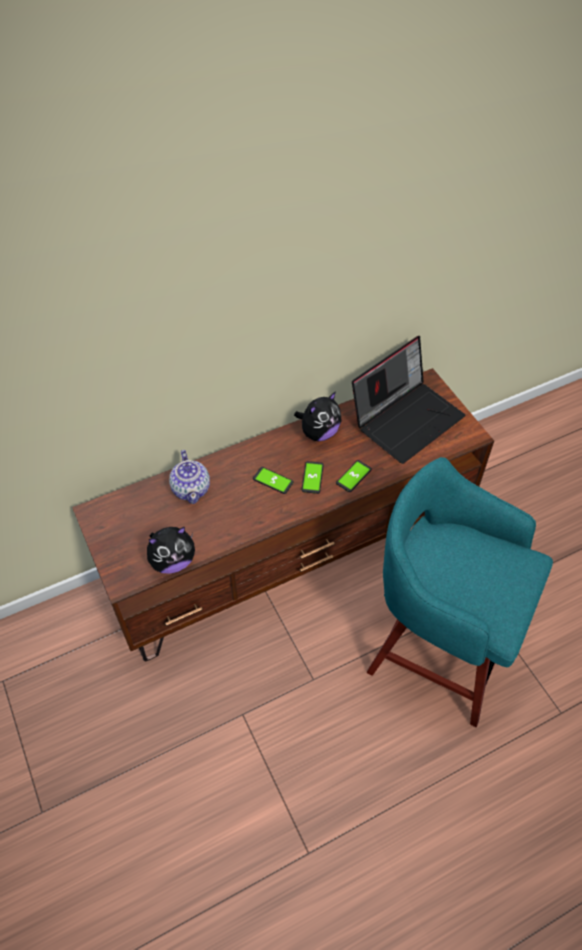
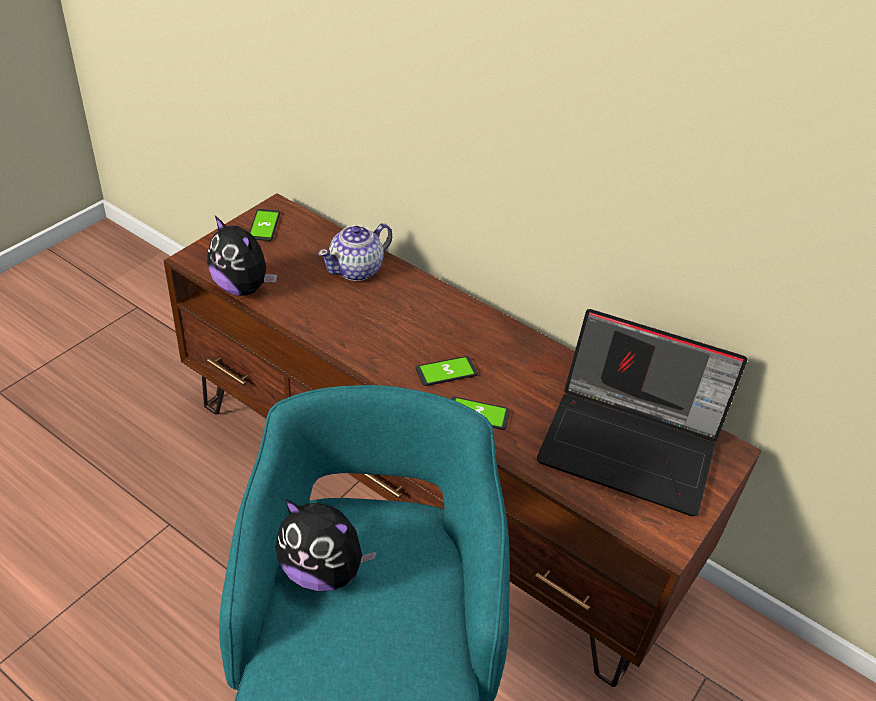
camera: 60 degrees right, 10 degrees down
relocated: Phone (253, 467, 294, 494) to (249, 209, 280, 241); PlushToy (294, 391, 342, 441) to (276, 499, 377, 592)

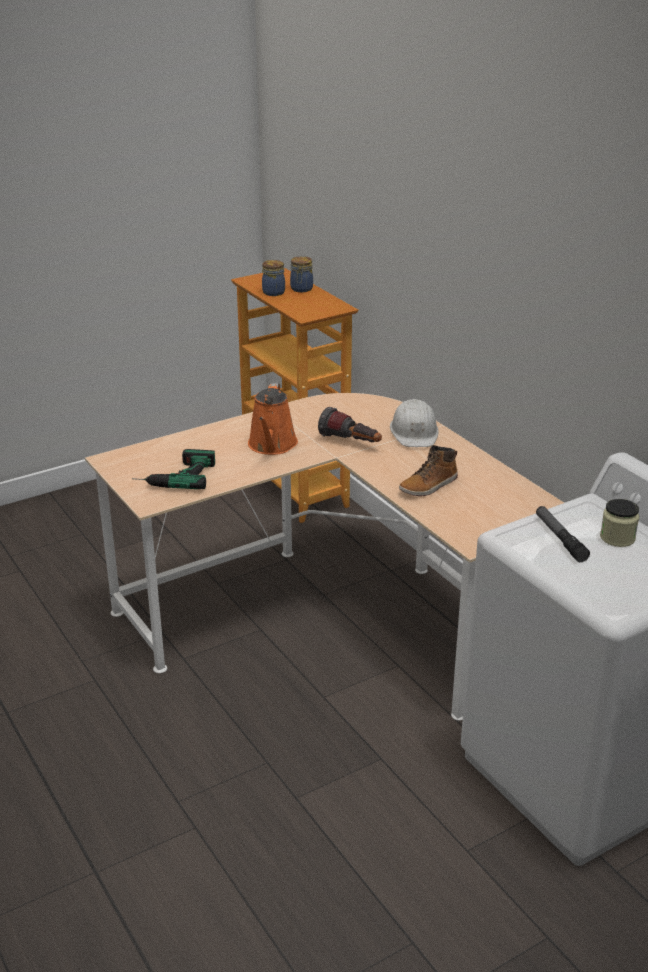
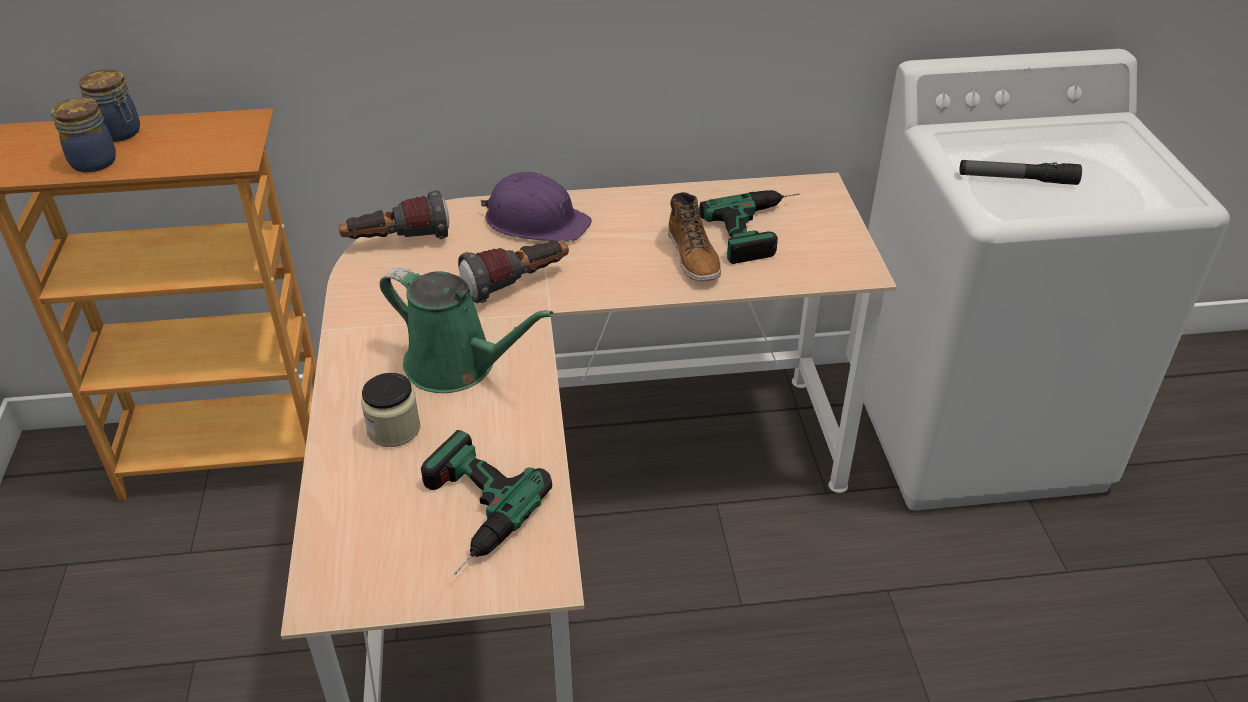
camera: 65 degrees left, 10 degrees up
appeared: Flashlight (339, 190, 449, 239); PowerDrill (699, 190, 801, 264)
relocated: Jar (600, 499, 639, 547) to (361, 373, 421, 447)
colour: OrangeWateringCan (248, 383, 298, 455) to GreenWateringCan (380, 267, 554, 393); WhiteHardHat (390, 399, 439, 447) to PurpleHardHat (480, 172, 592, 242)

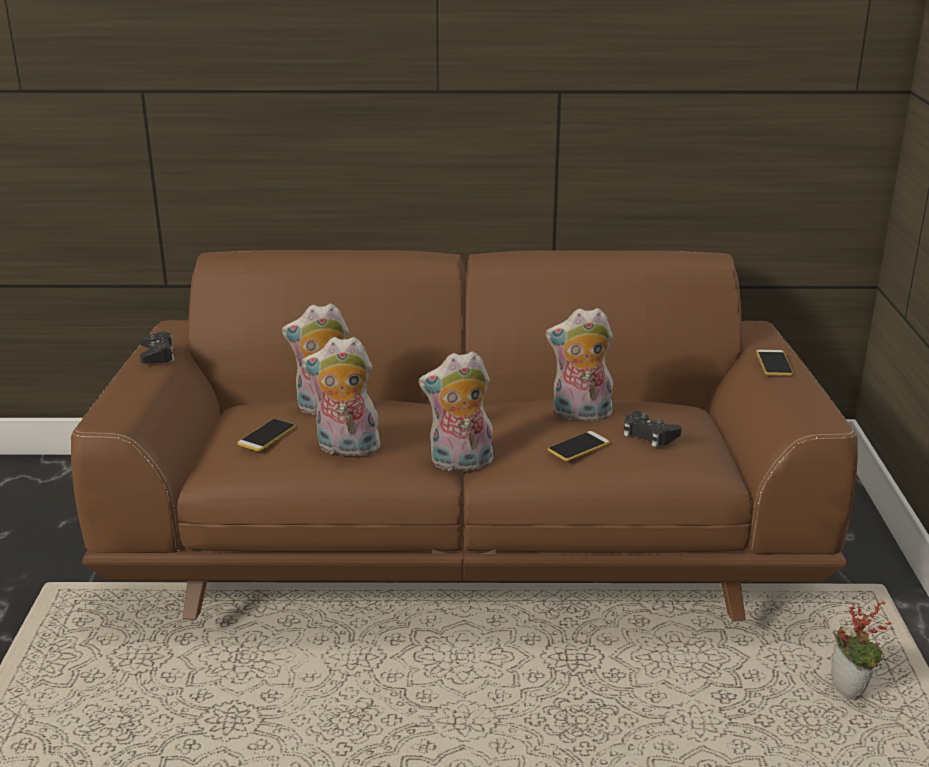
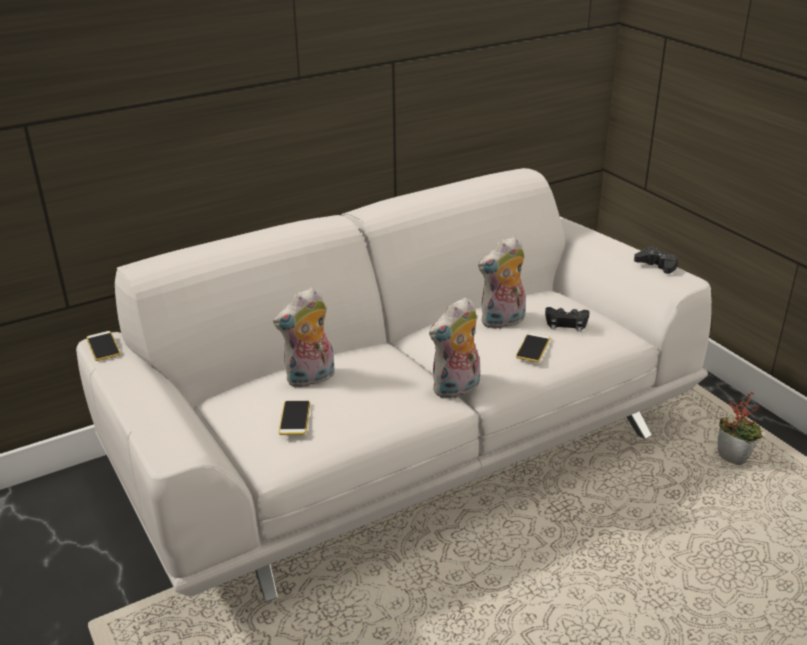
camera: 30 degrees left, 5 degrees up
missing: PlushToy (302, 337, 384, 456)
relocated: BlackGameController (140, 332, 175, 364) to (634, 247, 678, 274); Phone (756, 350, 794, 376) to (86, 331, 121, 361)
colour: BrownSofa (71, 250, 858, 621) to WhiteSofa (76, 168, 712, 602)

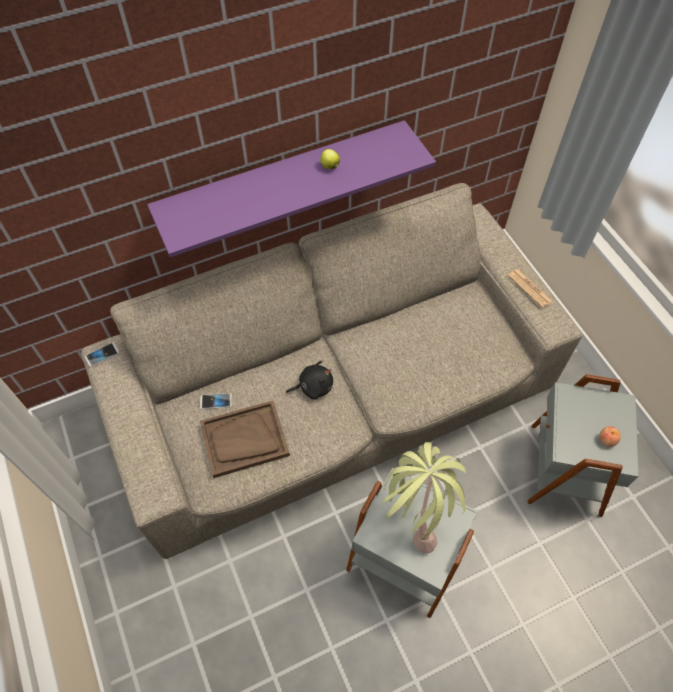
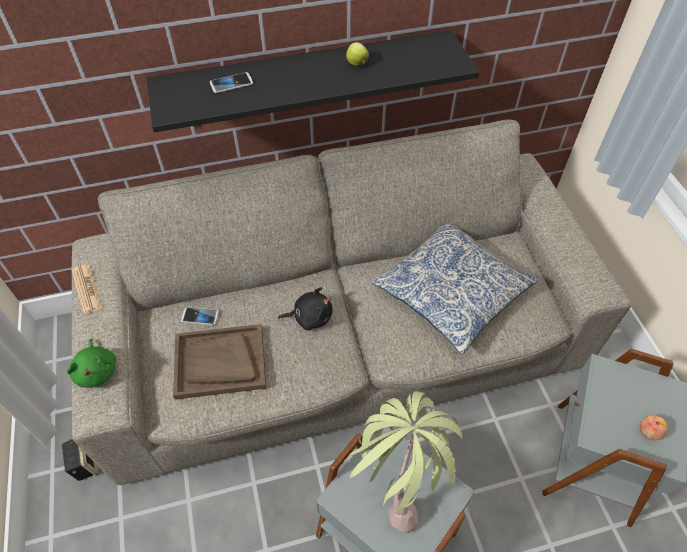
camera: 10 degrees right, 5 degrees down
appeared: Speaker (61, 439, 99, 481); GreenPlushToy (67, 339, 116, 388); Pillow (371, 223, 539, 354)
relocated: Phone (85, 343, 119, 367) to (210, 72, 253, 93); Newspaper (508, 269, 552, 308) to (71, 264, 102, 314)
colour: PurpleShelf (147, 120, 436, 257) to BlackShelf (146, 30, 480, 133)

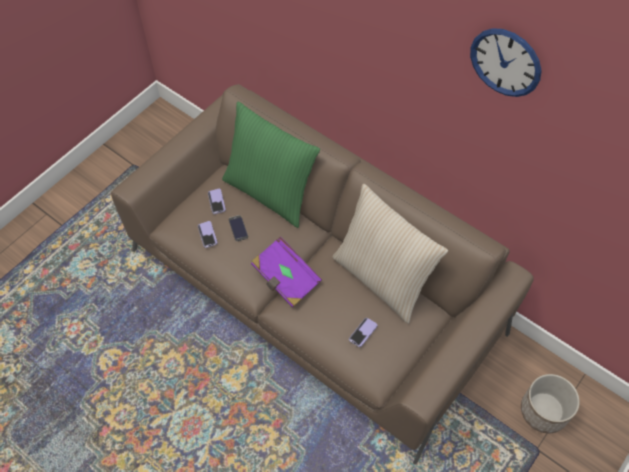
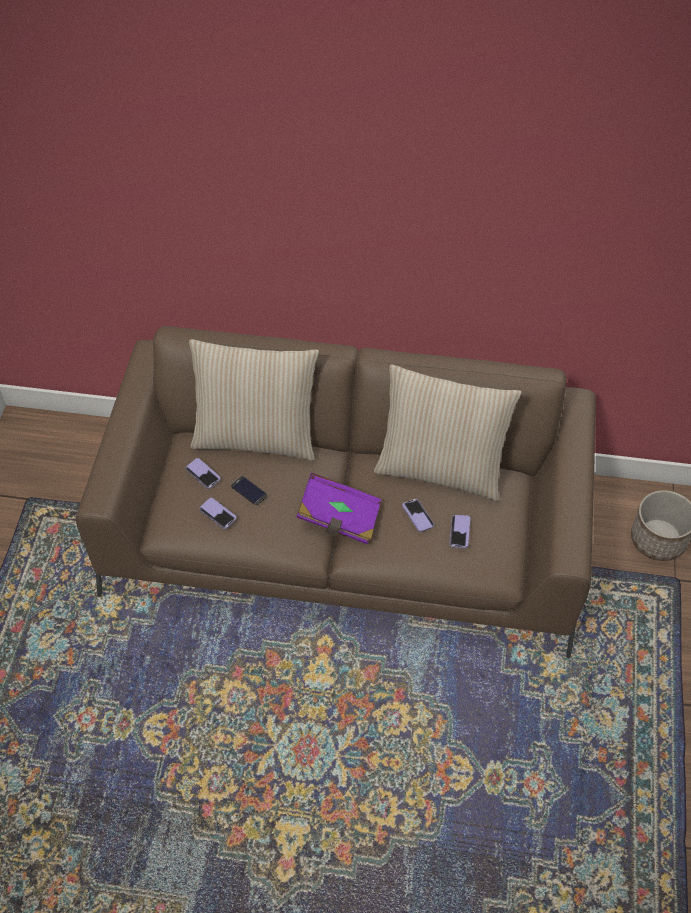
camera: 30 degrees left, 5 degrees down
missing: WallClock (470, 28, 542, 97)
appeared: Phone (402, 499, 434, 532)
colour: GreenPillow (222, 102, 320, 228) to BeigePillow (189, 339, 319, 461)

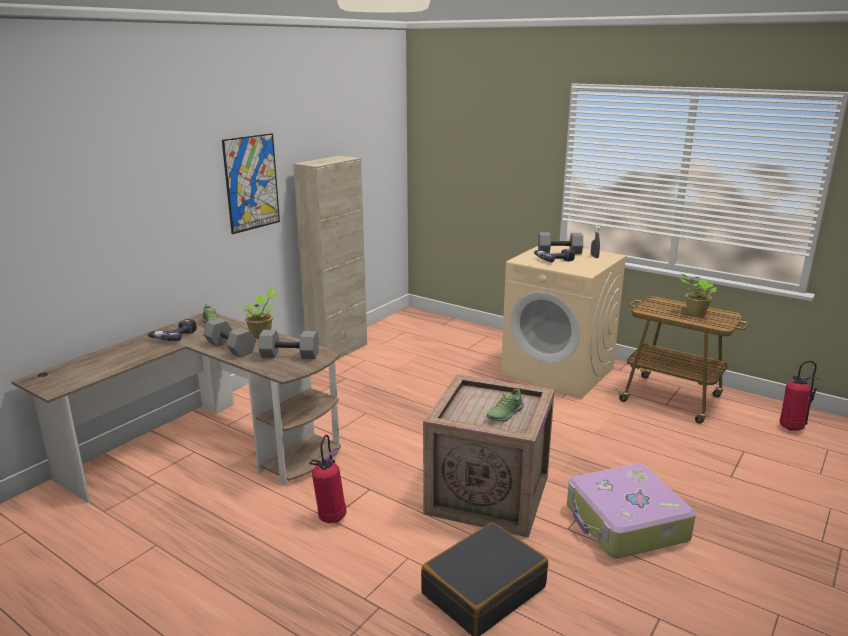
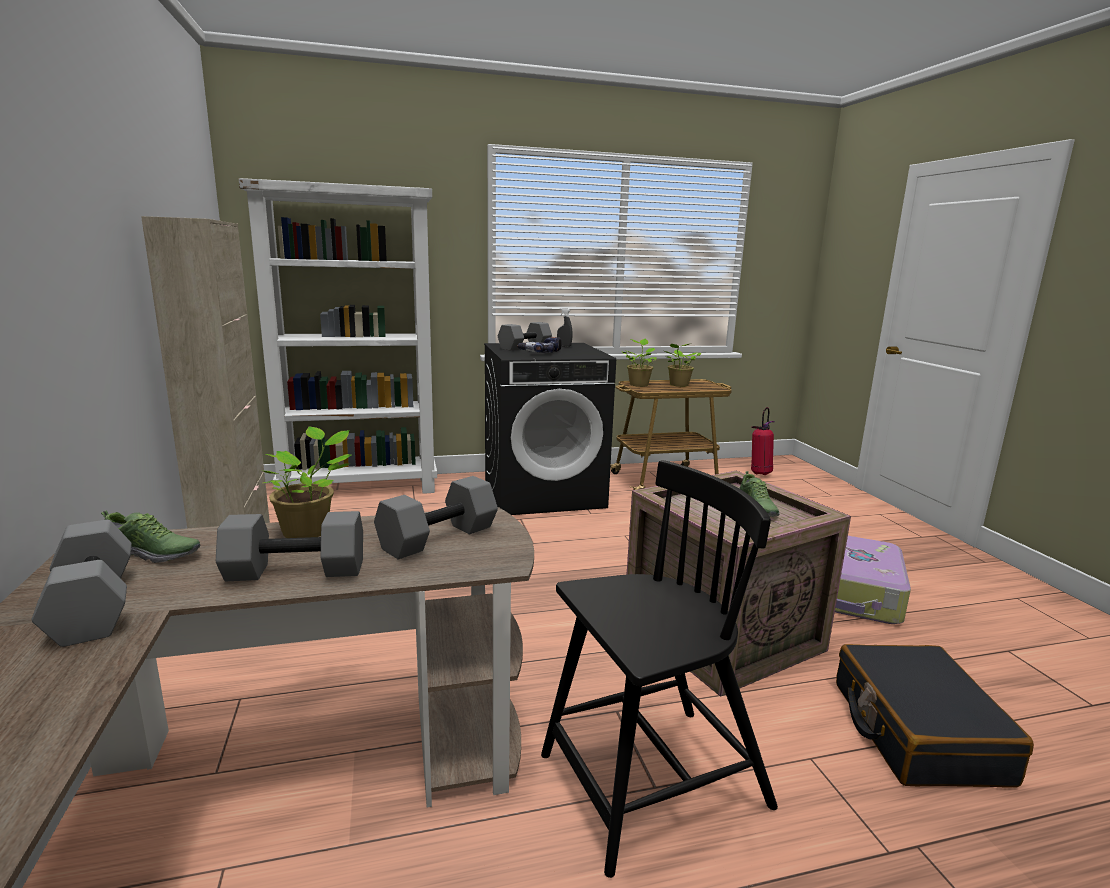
camera: 50 degrees left, 5 degrees down
missing: Picture (222, 133, 280, 234)
appeared: WhiteBookcase (239, 178, 437, 494); PottedPlant (621, 339, 657, 387)
exchanged: PowerDrill (148, 319, 197, 341) to GreyDumbbell (32, 520, 132, 647); FireExtinguisher (309, 435, 347, 523) to BlackChair (541, 460, 778, 878)
colour: BeigeWashingMachine (501, 246, 627, 399) to BlackWashingMachine (484, 343, 616, 515)

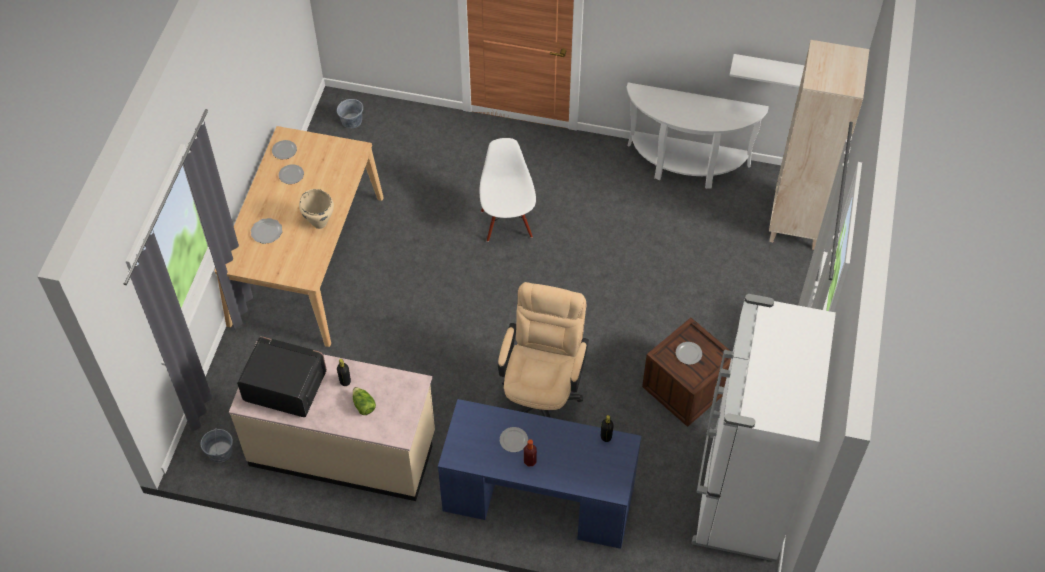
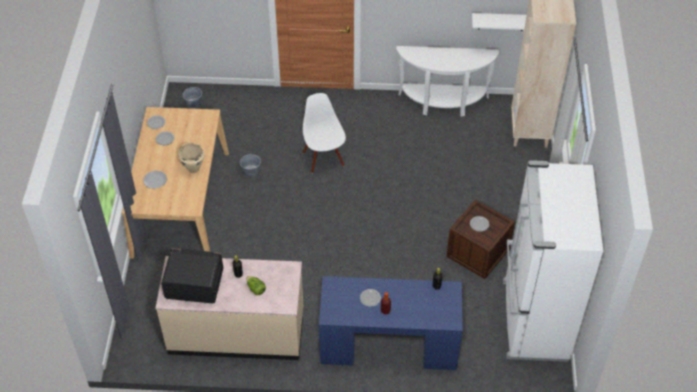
camera: 10 degrees left, 5 degrees down
missing: BeigeOfficeChair (498, 282, 589, 418)
relocated: GreyBucket (201, 429, 233, 463) to (240, 152, 261, 177)

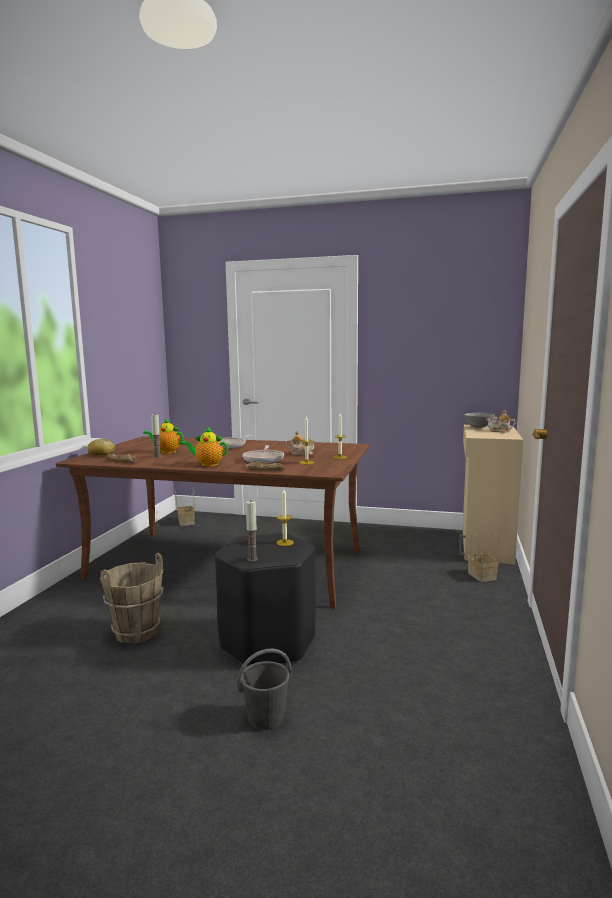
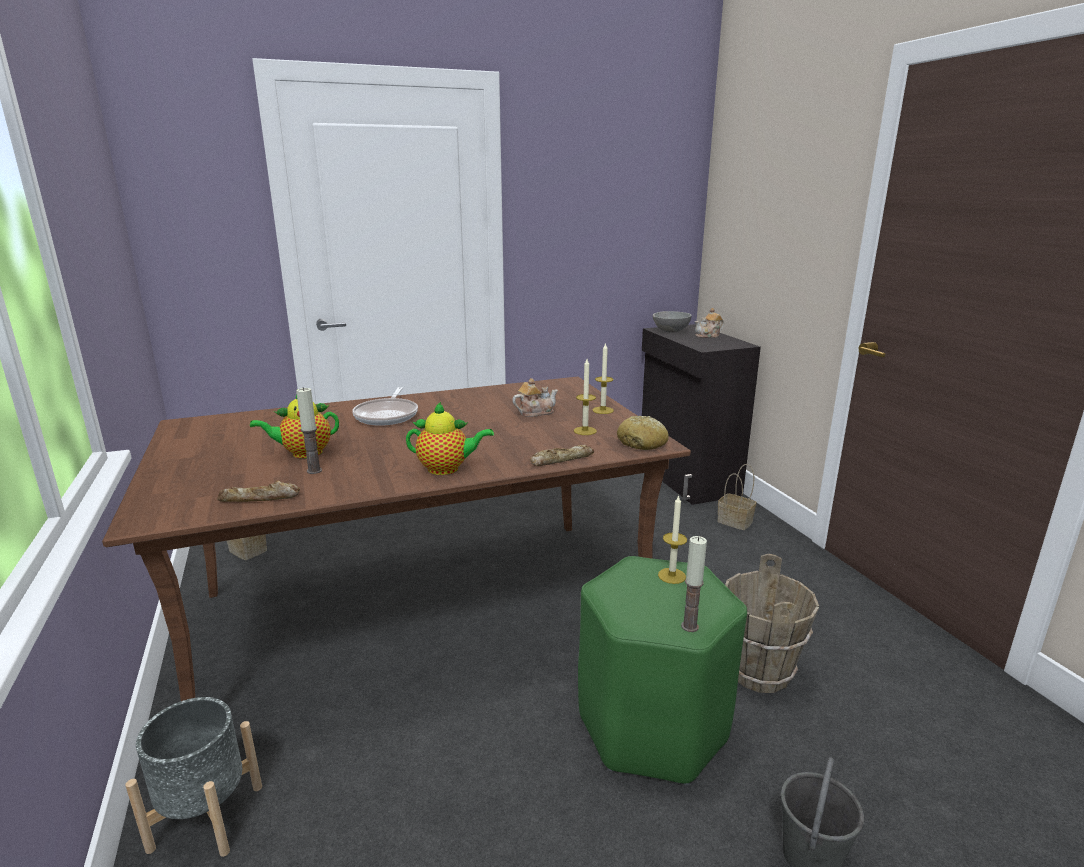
camera: 35 degrees left, 10 degrees up
missing: FryingPan (243, 445, 284, 463)
appeared: GreyPlanter (125, 697, 262, 857)
relocated: Bread (88, 439, 115, 455) to (617, 416, 669, 450); BrownBucket (100, 553, 163, 644) to (725, 554, 819, 693)
colour: BlackStool (215, 533, 316, 666) to GreenStool (578, 556, 747, 785); BeigeCabinet (459, 425, 523, 565) to BlackCabinet (642, 324, 761, 505)
spun: Teapot (181, 426, 228, 466) = (406, 402, 494, 475) 150 degrees counterclockwise

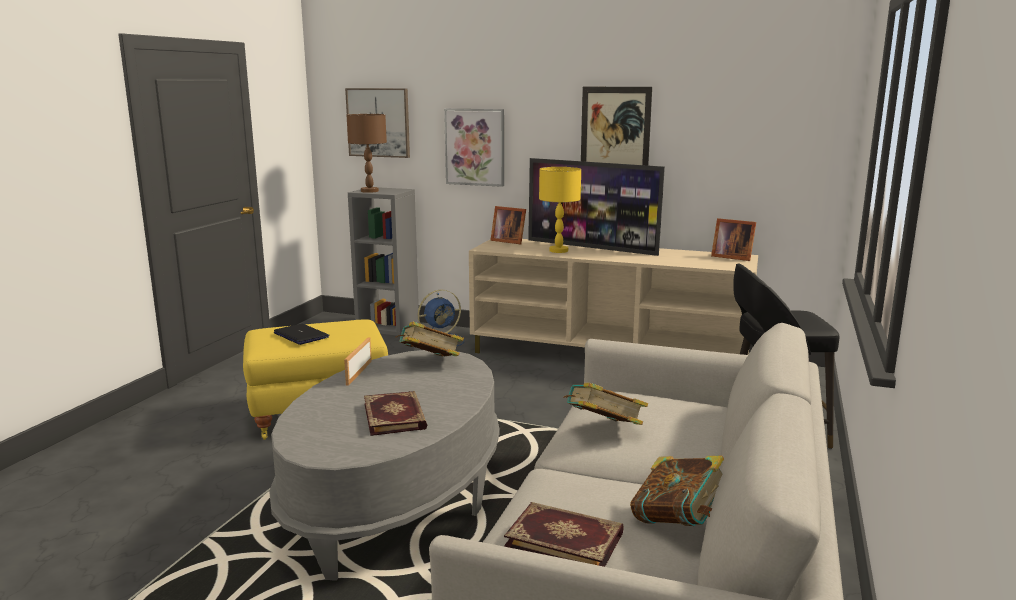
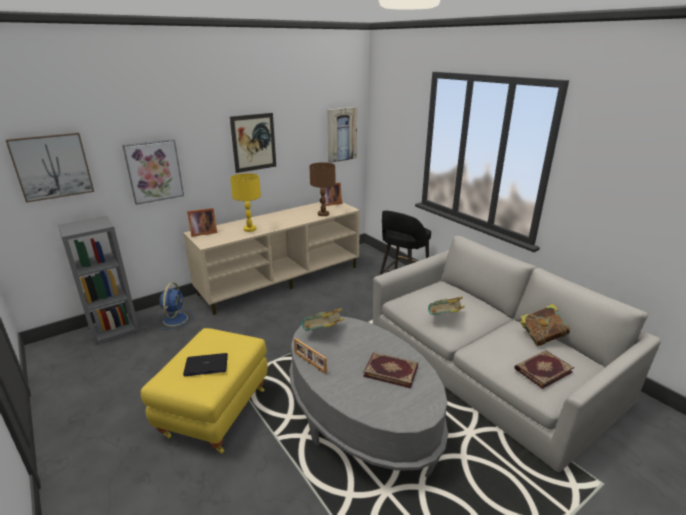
camera: 55 degrees left, 10 degrees up
missing: Television (528, 158, 665, 256)
appeared: Picture (327, 107, 357, 163)
relocated: BrownTableLamp (347, 114, 387, 193) to (309, 162, 336, 216)

